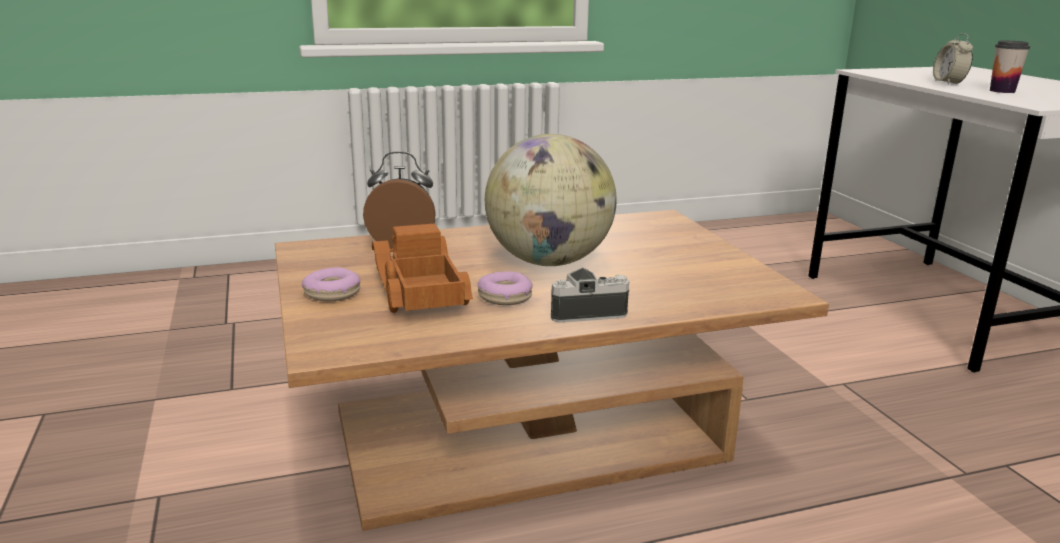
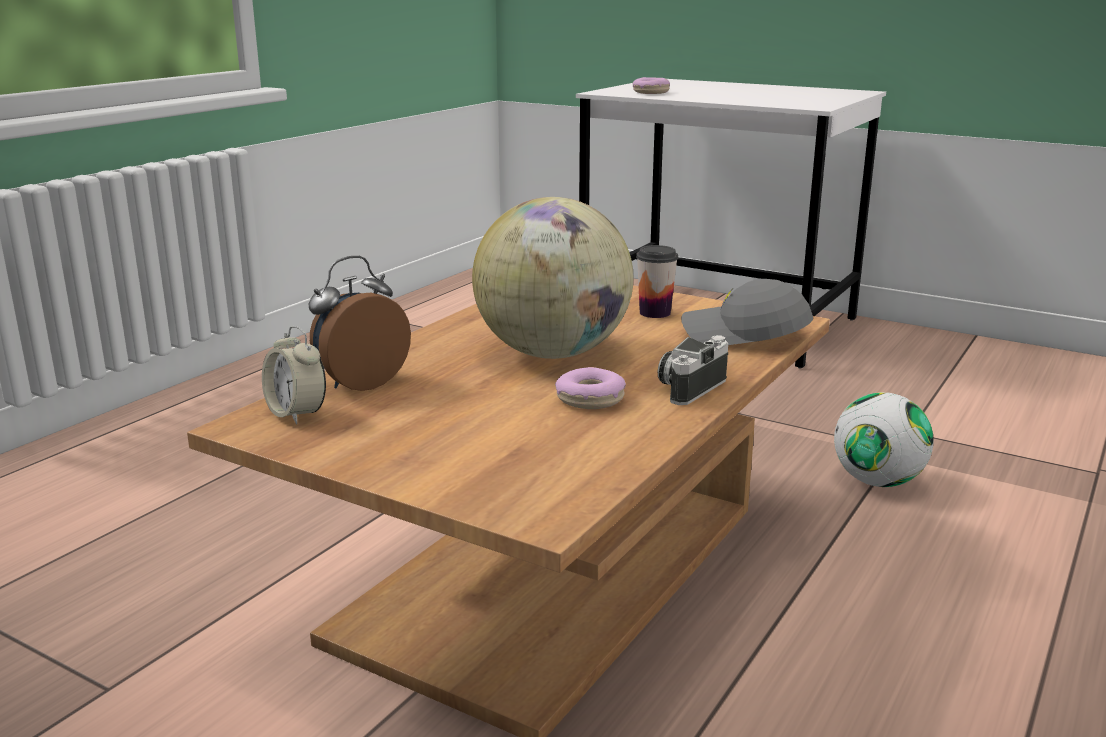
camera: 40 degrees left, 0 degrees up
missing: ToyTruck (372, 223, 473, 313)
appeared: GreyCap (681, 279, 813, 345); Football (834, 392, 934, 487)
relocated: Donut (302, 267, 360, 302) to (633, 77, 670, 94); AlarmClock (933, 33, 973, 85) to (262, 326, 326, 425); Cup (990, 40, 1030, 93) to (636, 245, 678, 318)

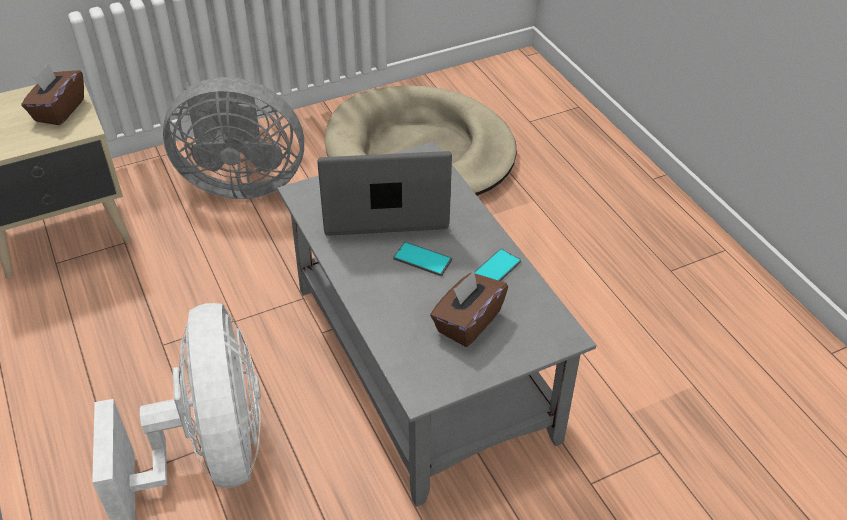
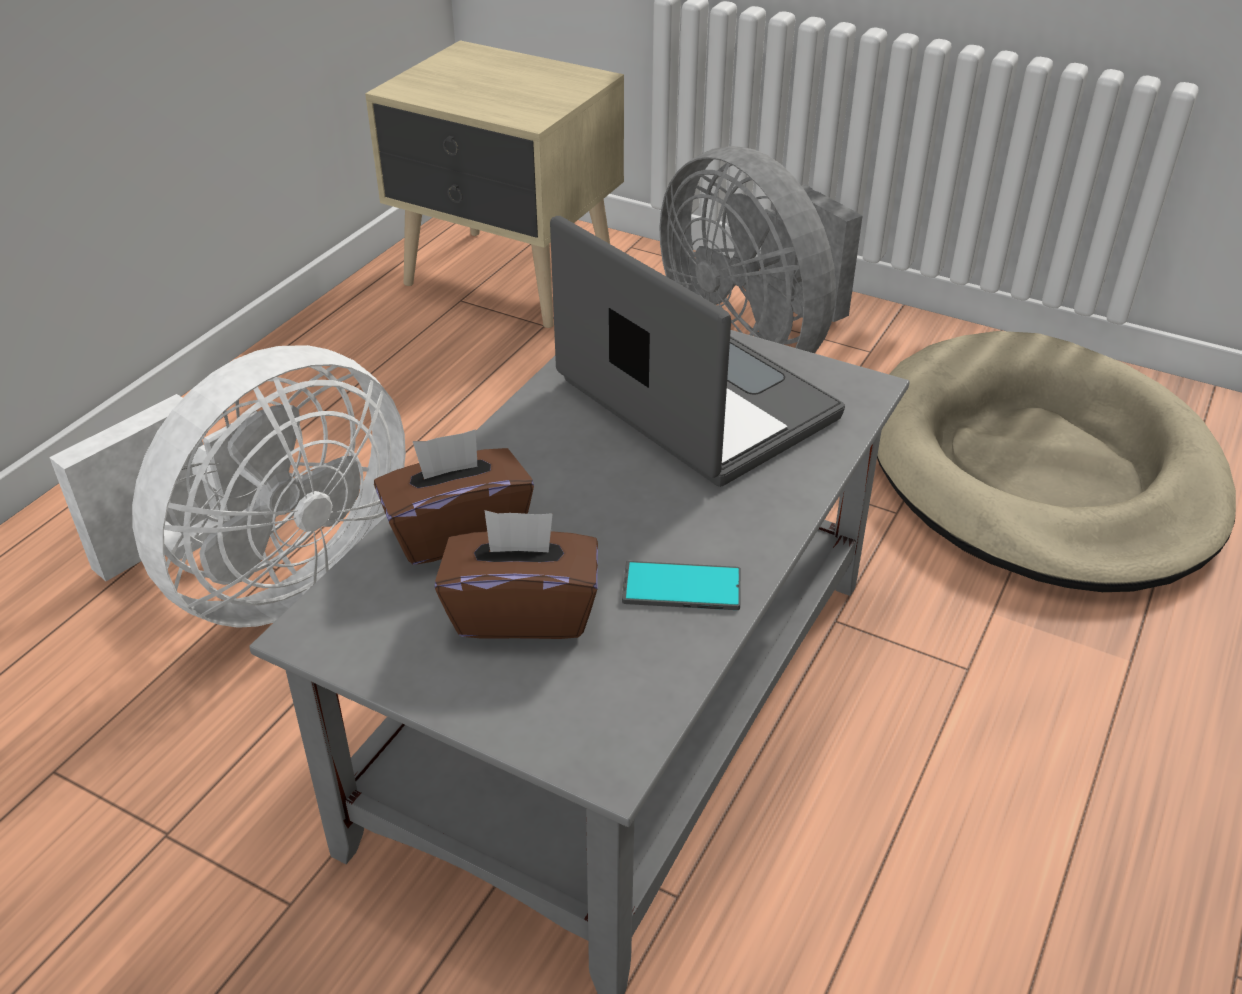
camera: 55 degrees right, 5 degrees down
missing: Phone (393, 242, 452, 276)
relocated: BrownTissueBox (21, 64, 84, 125) to (374, 429, 534, 565)

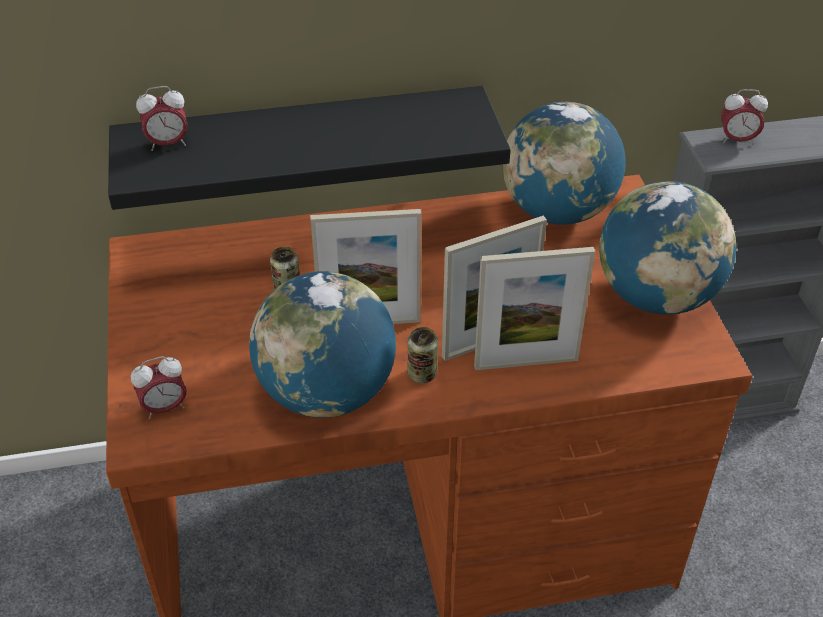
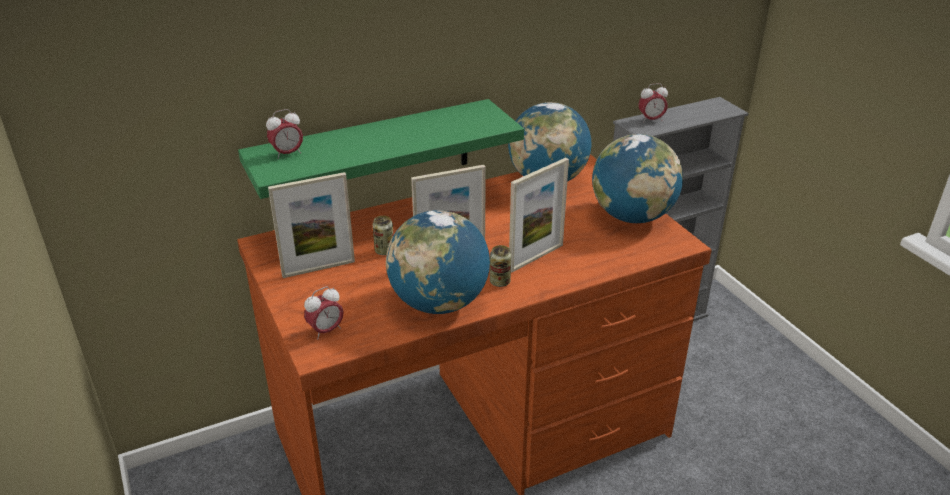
camera: 15 degrees left, 10 degrees down
relocated: PictureFrame (474, 247, 595, 370) to (268, 172, 355, 278)
colour: BlackShelf (108, 86, 511, 210) to GreenShelf (238, 99, 524, 199)

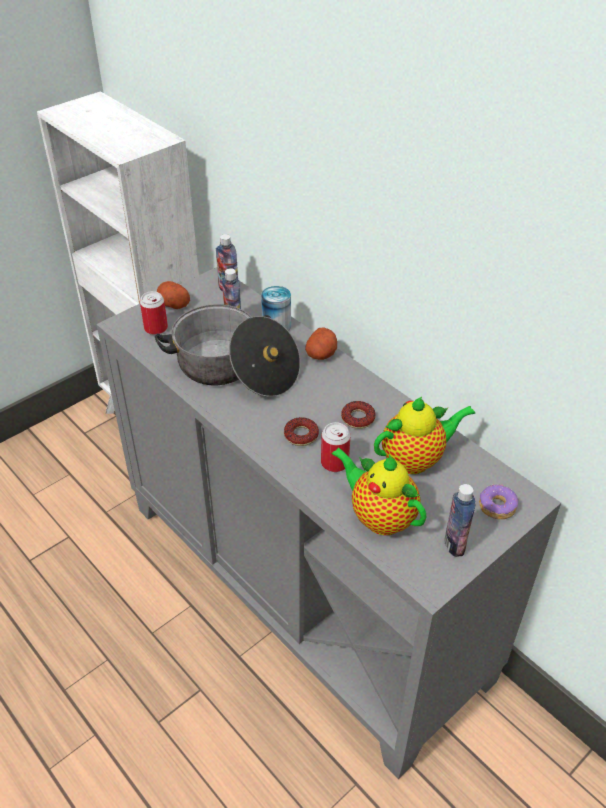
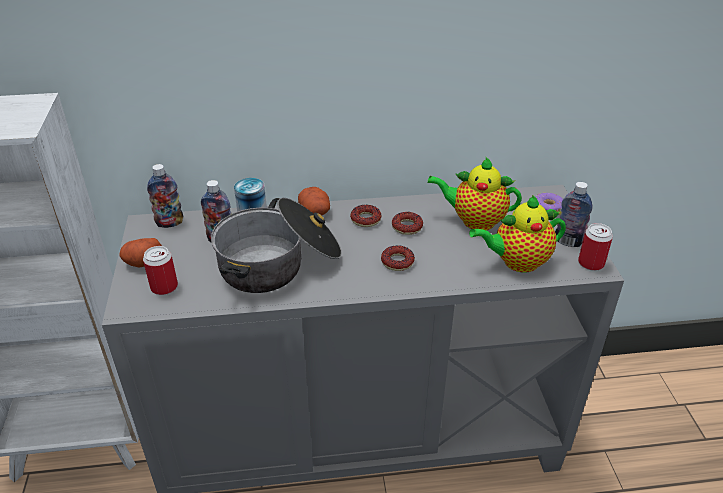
camera: 55 degrees left, 5 degrees down
appeared: Donut (350, 205, 381, 227)
relocated: Can (321, 422, 351, 472) to (578, 223, 613, 271)
spun: Teapot (374, 396, 476, 474) = (427, 156, 522, 230) 90 degrees counterclockwise

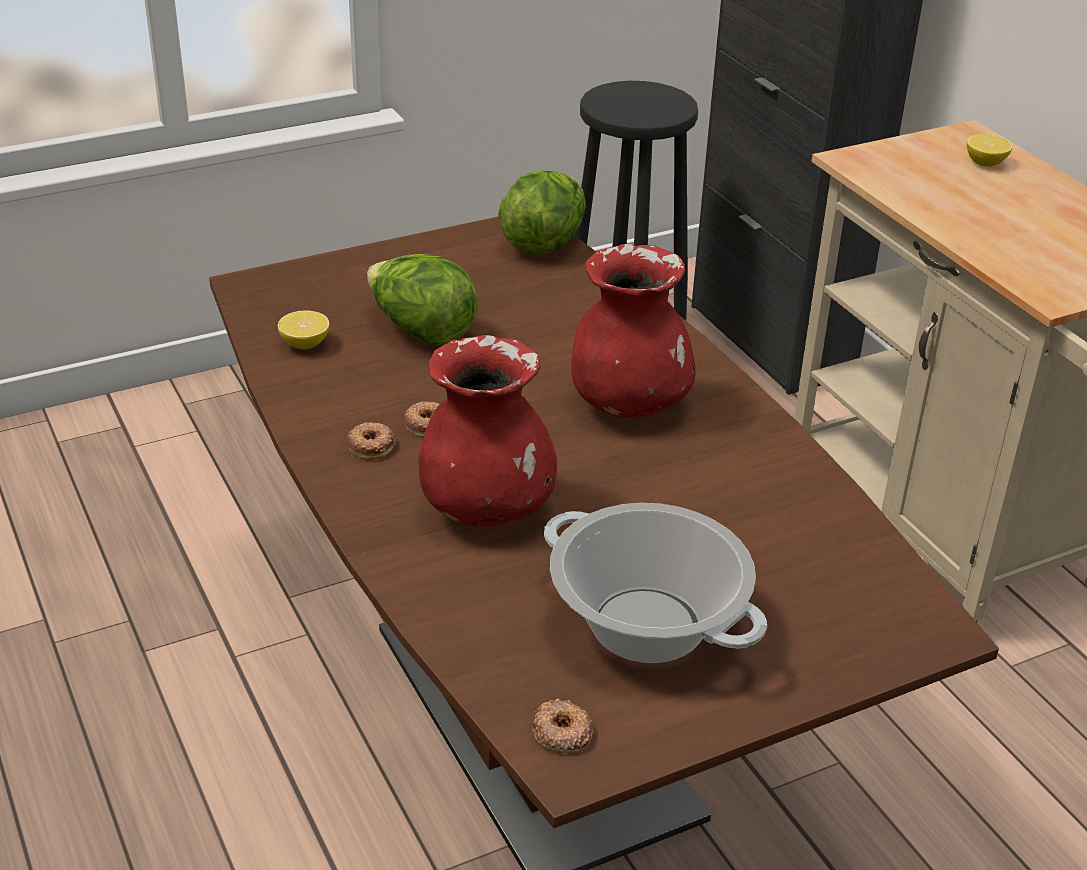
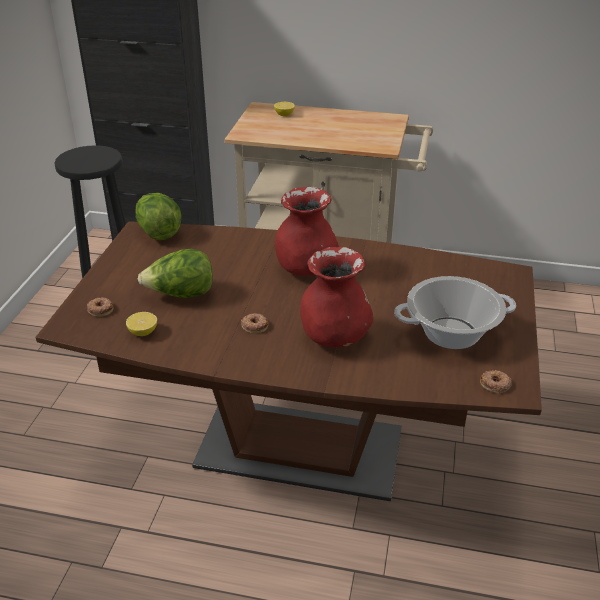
camera: 50 degrees left, 0 degrees up
relocated: Donut (347, 422, 396, 460) to (87, 297, 113, 317)

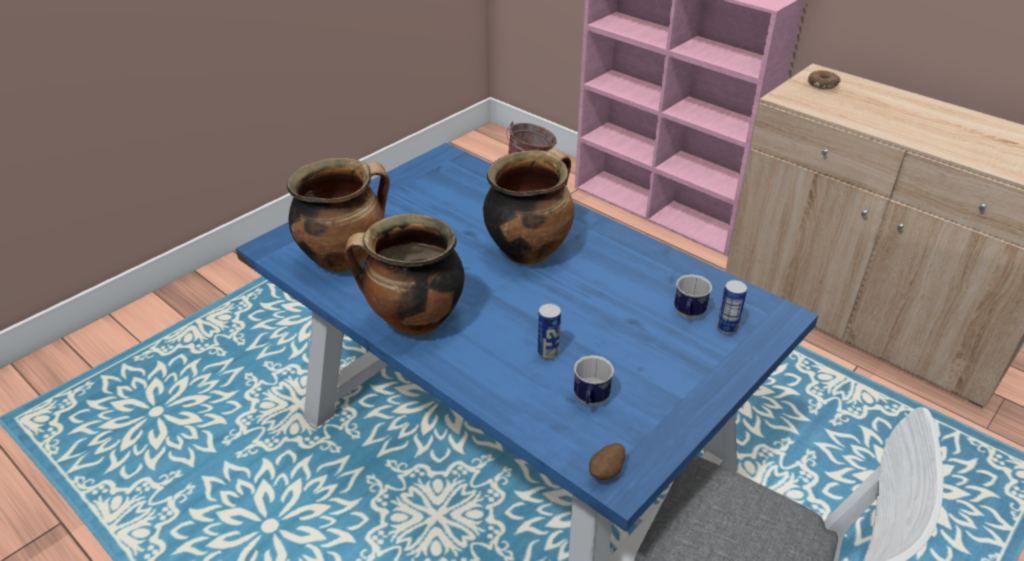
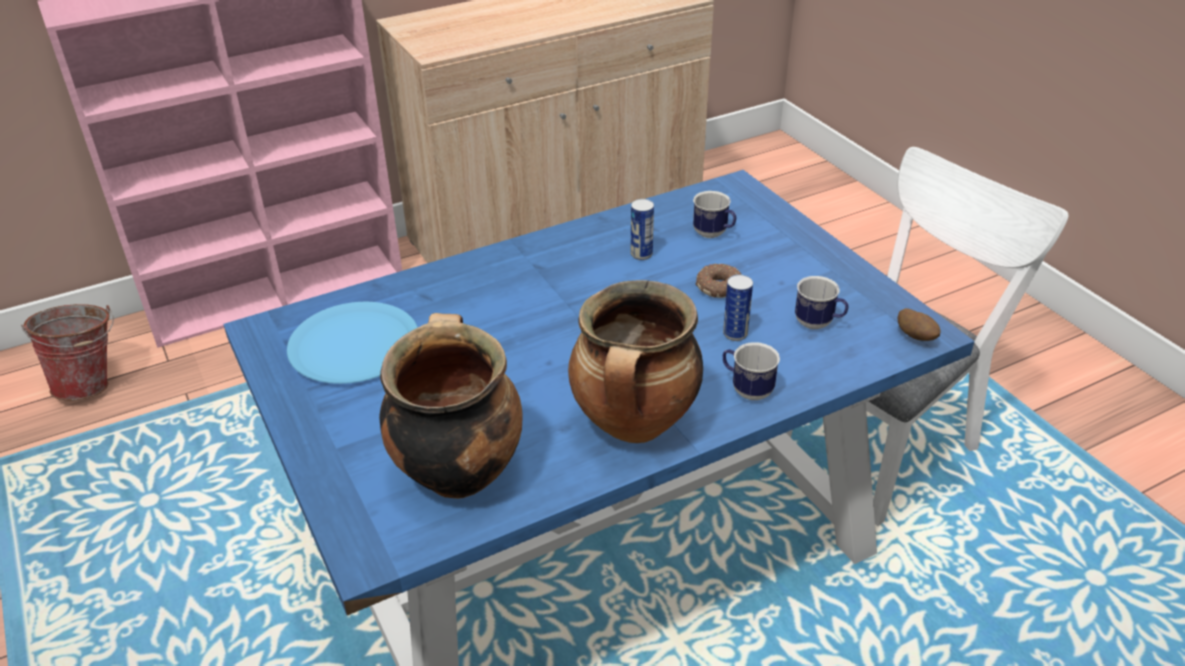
camera: 70 degrees left, 0 degrees up
missing: CookingPot (483, 149, 574, 265)
appeared: BluePlate (287, 302, 418, 384); Mug (723, 342, 780, 400)
relocated: Can (717, 280, 747, 335) to (630, 199, 654, 260); Donut (808, 70, 841, 89) to (696, 263, 742, 298)

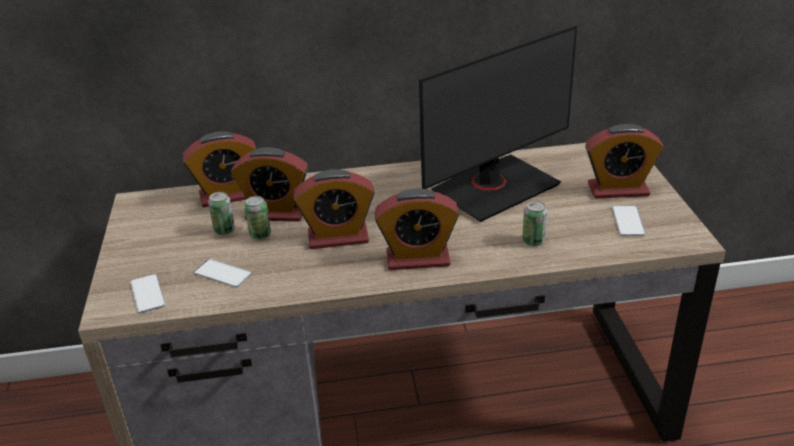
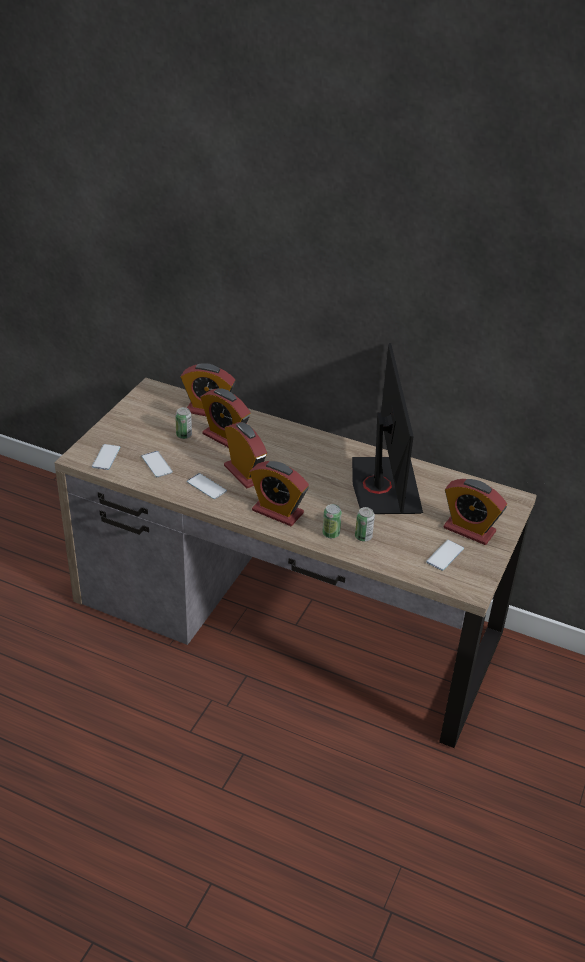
camera: 30 degrees right, 5 degrees up
appeared: Phone (187, 473, 227, 499)
relocated: Can (245, 196, 271, 240) to (323, 504, 342, 538)
spun: AlarmClock (294, 169, 374, 249) = (224, 422, 267, 488) 150 degrees counterclockwise; Monitor (419, 25, 577, 222) = (352, 343, 423, 514) 90 degrees counterclockwise

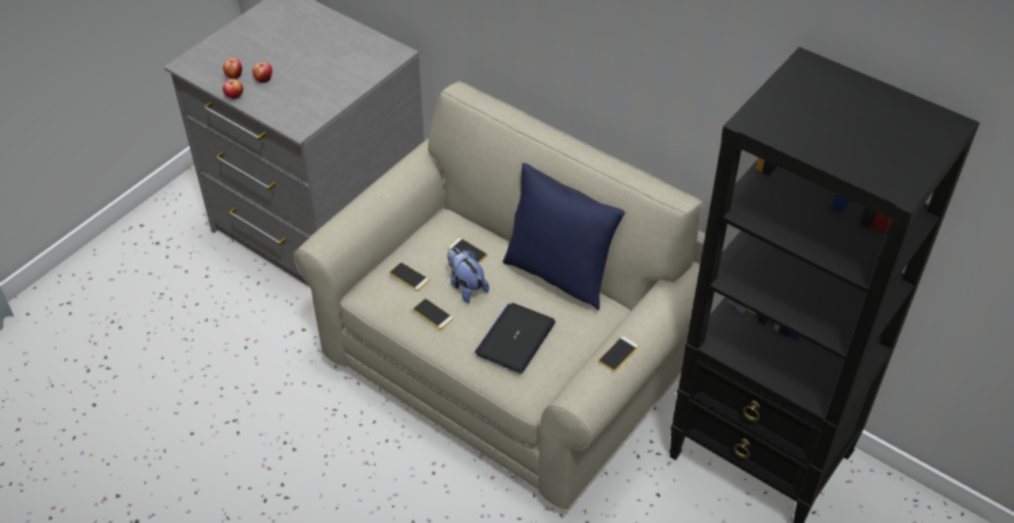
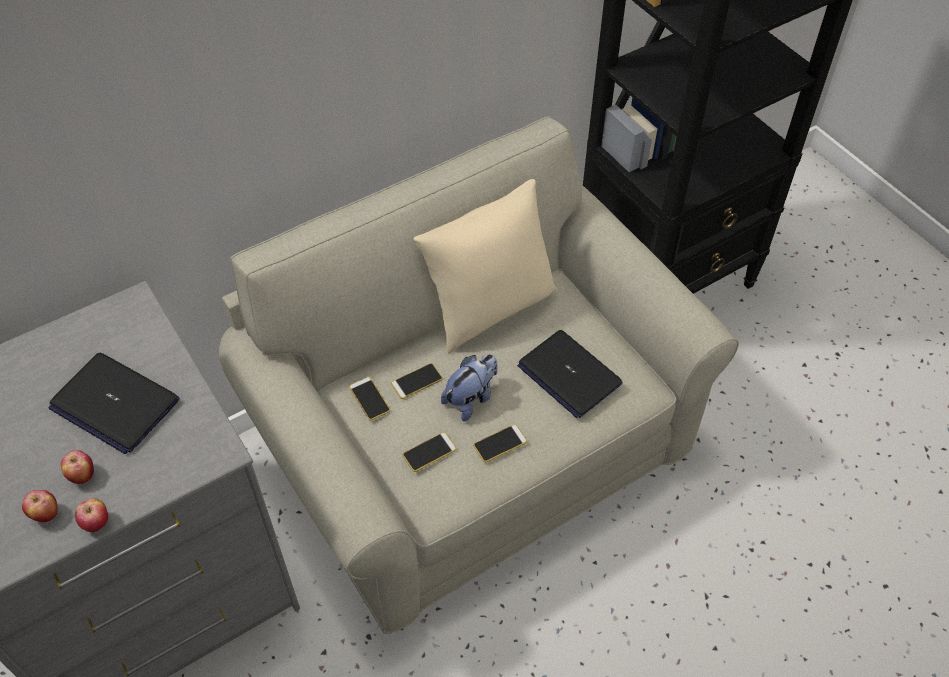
camera: 70 degrees left, 5 degrees up
appeared: Laptop (48, 353, 179, 454)
relocated: Phone (598, 336, 639, 372) to (349, 377, 390, 421)
colour: BluePillow (503, 163, 625, 310) to BeigePillow (414, 179, 557, 354)
spun: PlushToy (447, 248, 489, 303) = (441, 354, 498, 421) 150 degrees clockwise

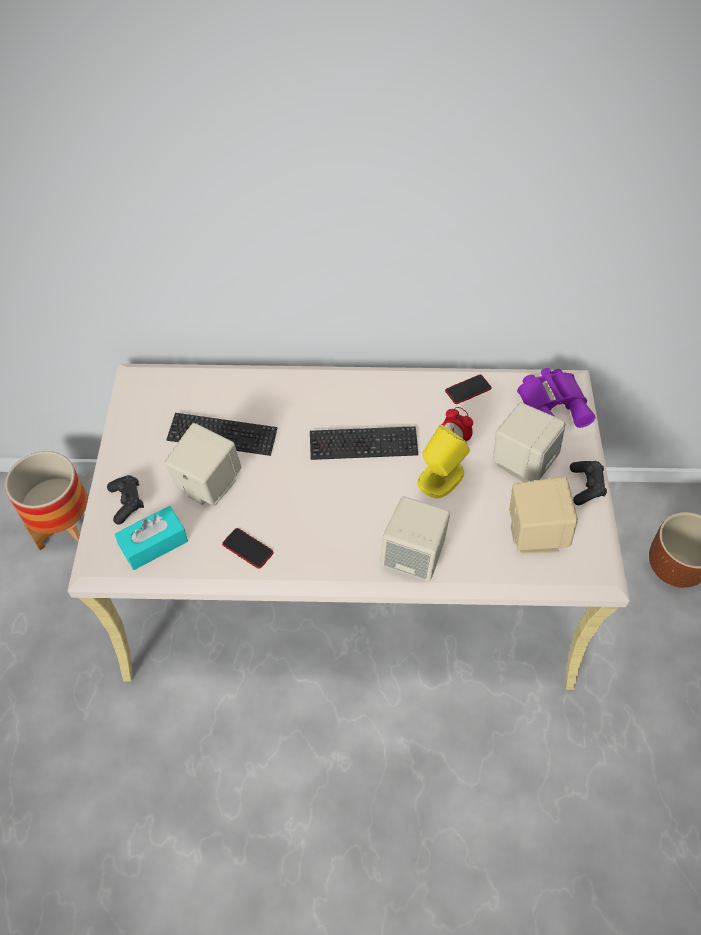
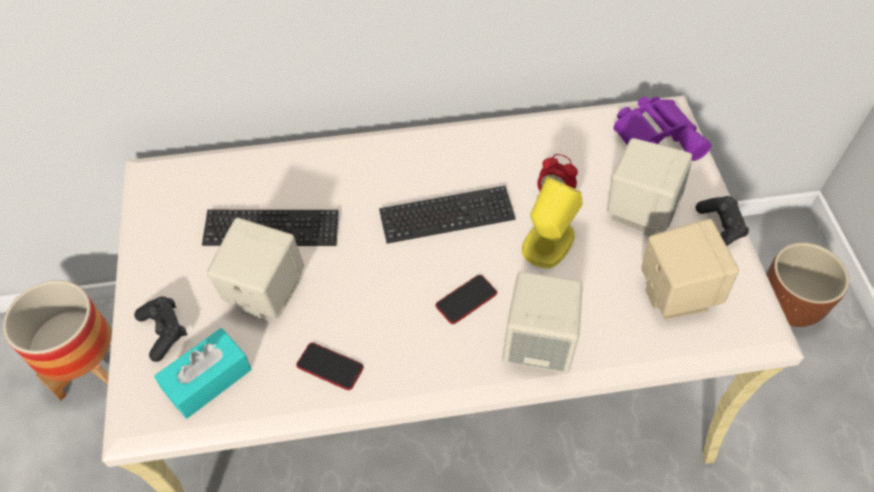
camera: 10 degrees left, 0 degrees up
relocated: Phone (445, 375, 491, 404) to (435, 275, 497, 324)

